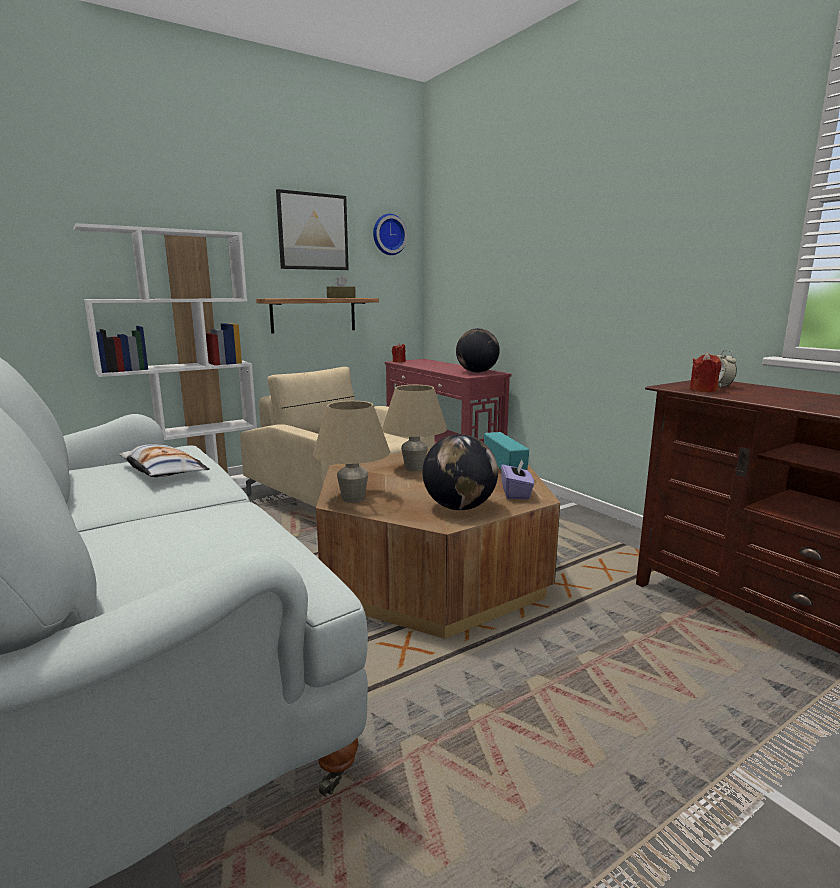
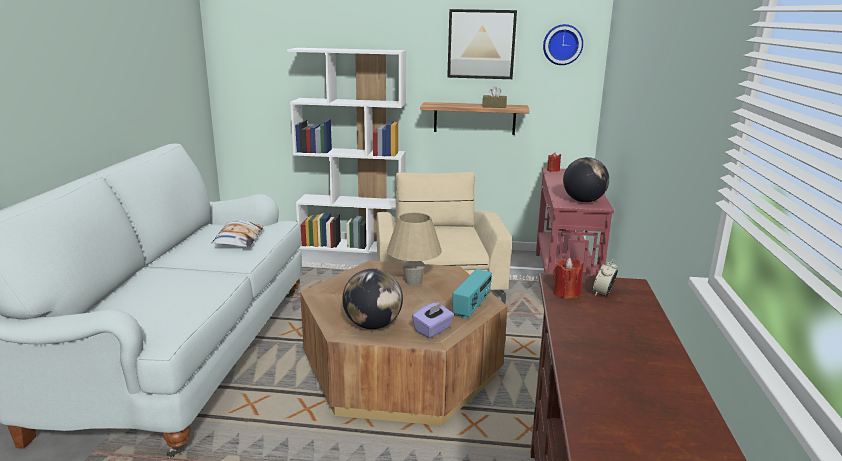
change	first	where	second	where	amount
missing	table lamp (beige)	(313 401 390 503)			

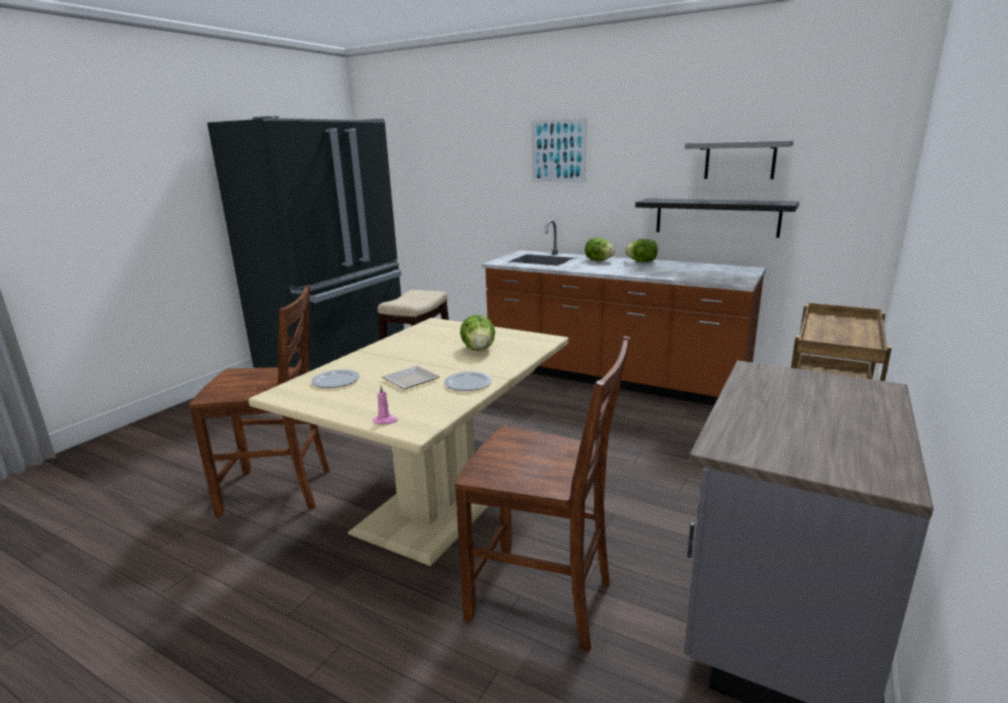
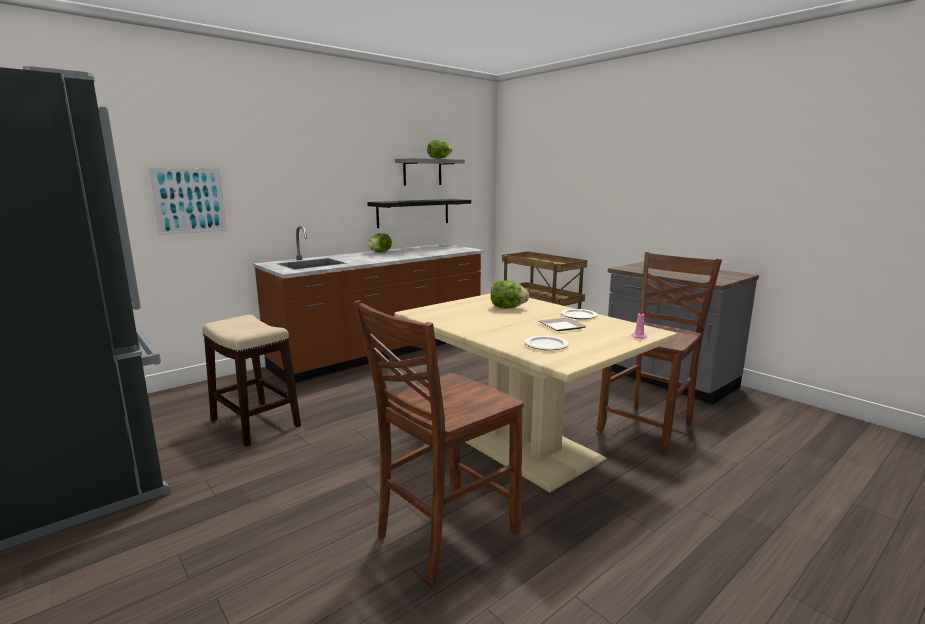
change	first	where	second	where	amount
spun	chair (brown)	(189 286 330 517)		(354 300 524 584)	150 degrees counterclockwise
relocated	picture	(531 118 587 182)		(149 168 227 235)	
relocated	lettuce	(585 238 615 261)		(427 140 452 159)	

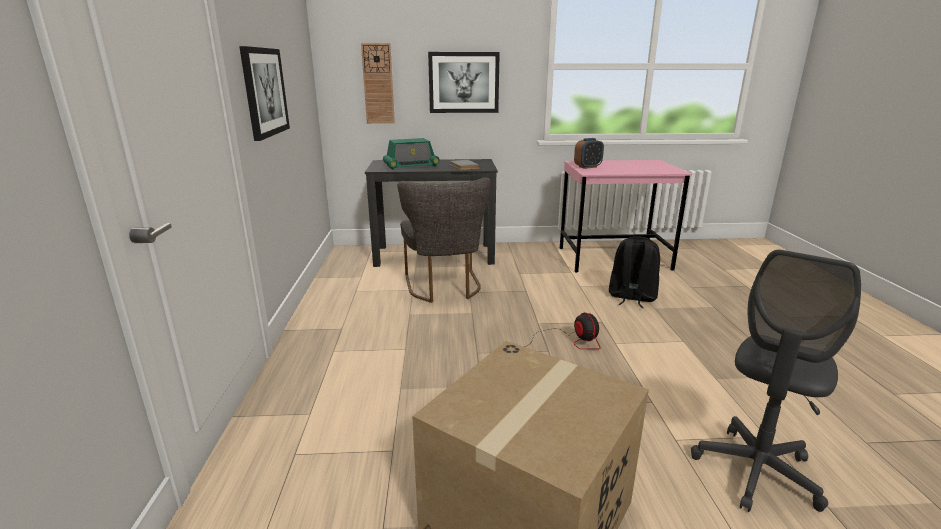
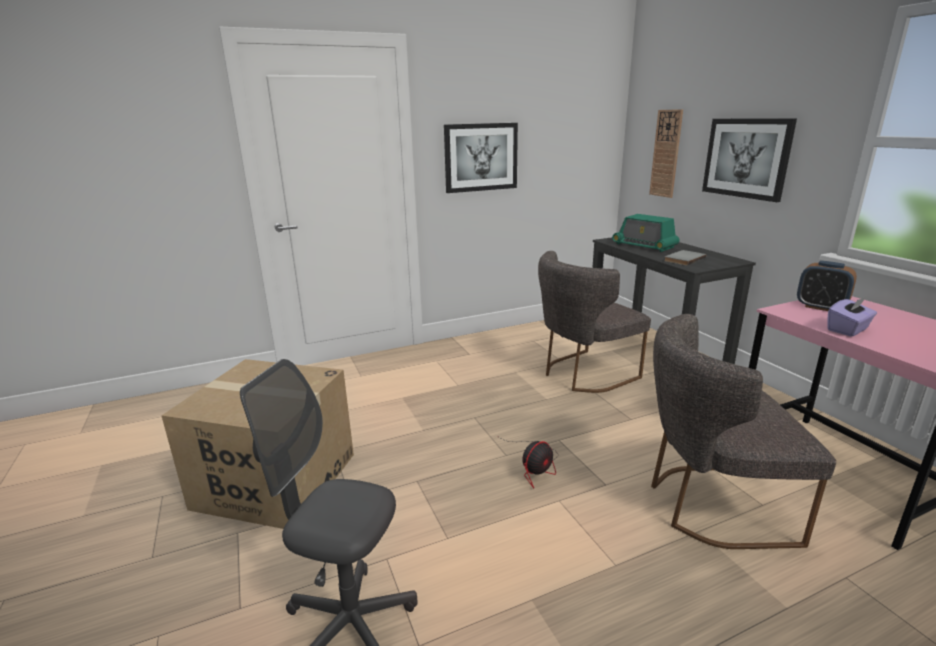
change	first	where	second	where	amount
exchanged	backpack (black)	(609 236 660 308)	chair (grey)	(651 314 836 549)	
appeared			tissue box (purple)	(827 297 877 337)	

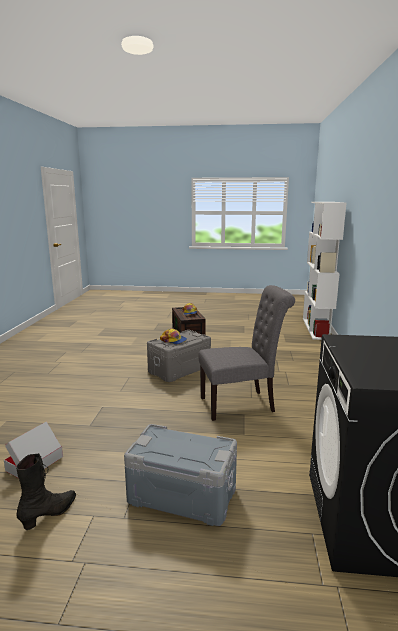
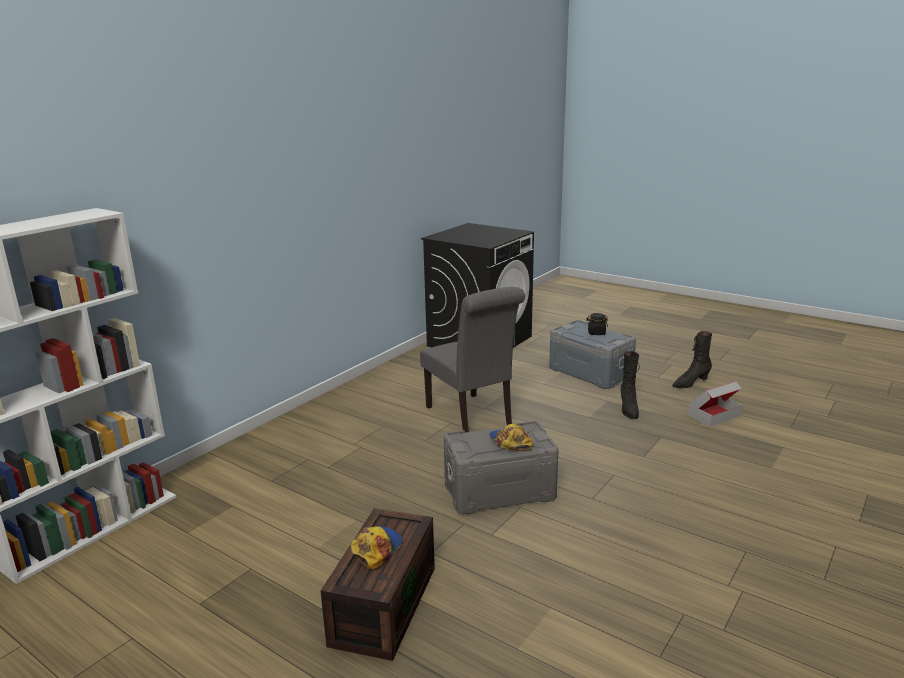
change	first	where	second	where	amount
spun	chair (grey)	(198 285 295 421)		(420 287 525 433)	135 degrees counterclockwise
appeared			jar (black)	(586 313 608 335)	
appeared			boot (black)	(621 351 640 419)	

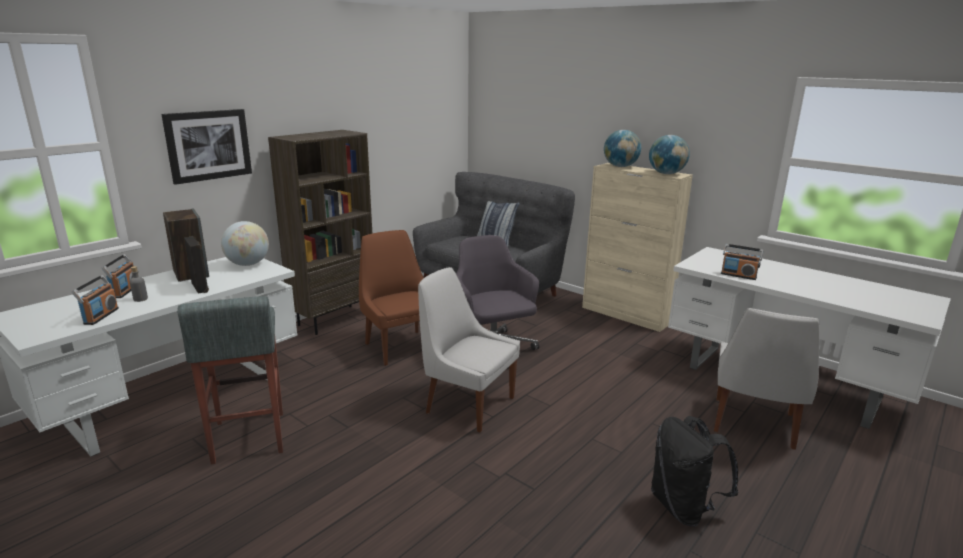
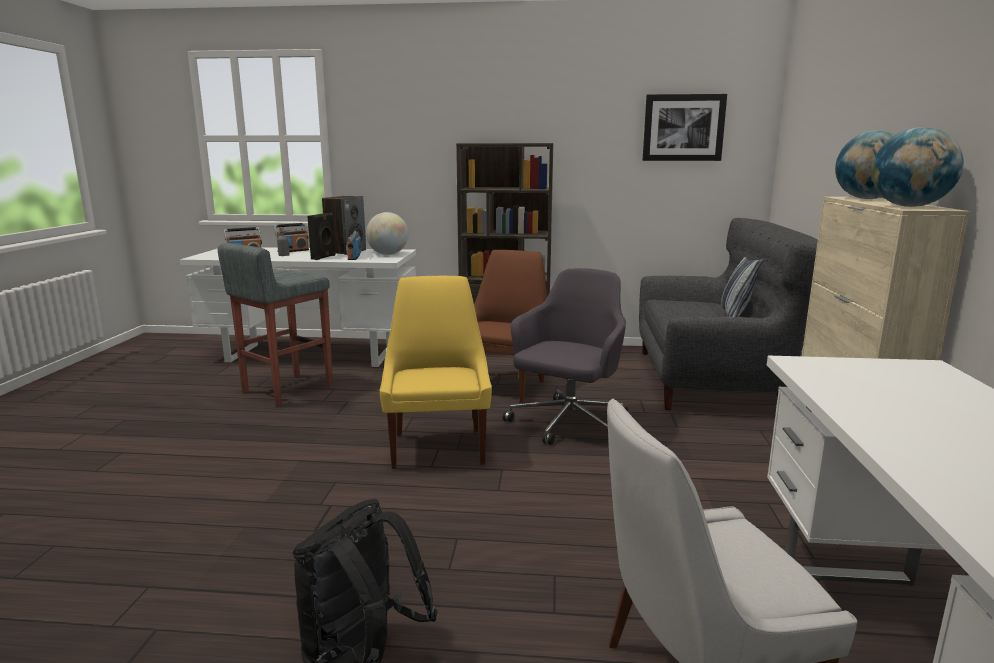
change	first	where	second	where	amount
relocated	picture	(161 109 252 185)		(643 94 727 161)	
colour	chair (white)	(418 267 520 432)	chair (yellow)	(379 276 492 469)	
relocated	radio	(721 244 763 280)		(346 227 362 260)	

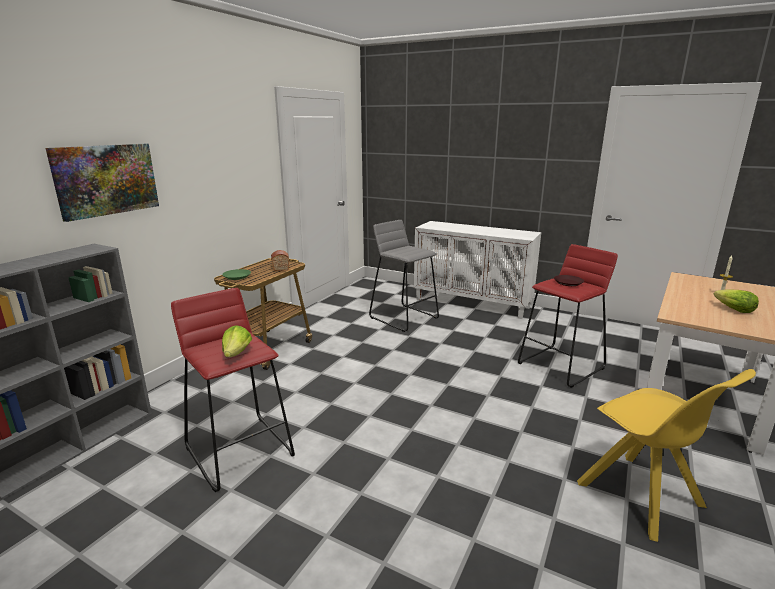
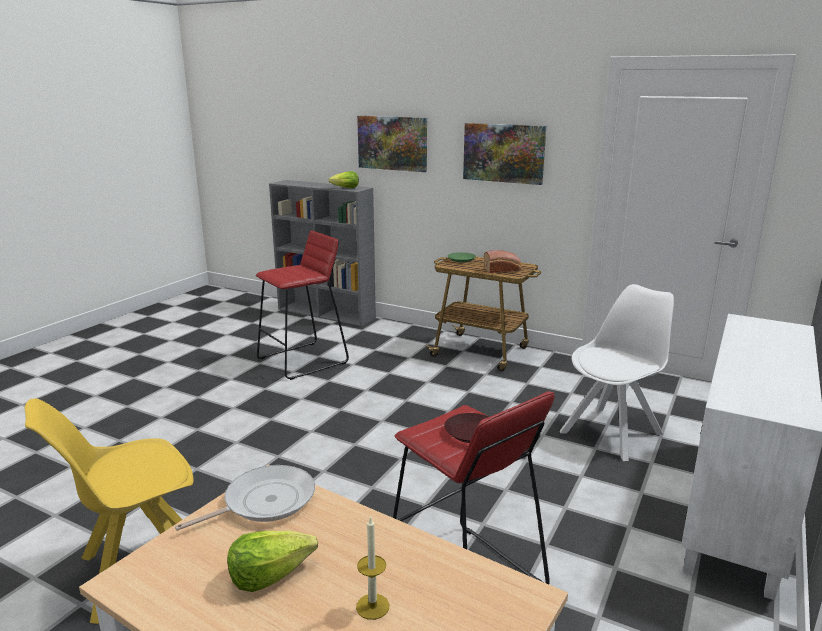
change	first	where	second	where	amount
relocated	lettuce	(222 325 252 357)		(329 171 359 188)	
exchanged	stool (grey)	(369 220 439 332)	chair (white)	(560 284 674 461)	
appeared			frying pan	(175 465 315 531)	
appeared			picture	(463 123 546 185)	

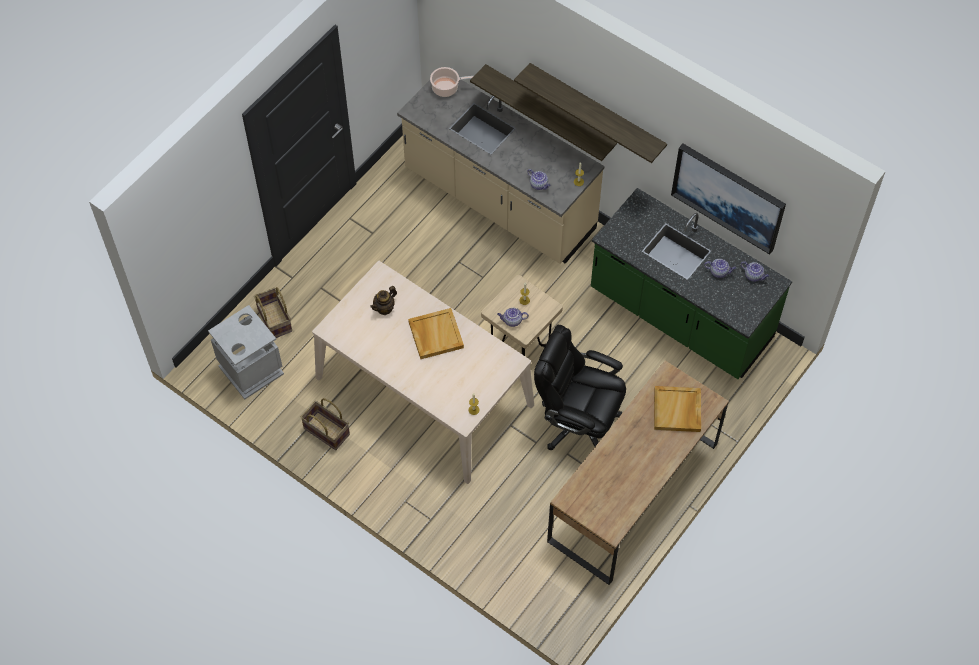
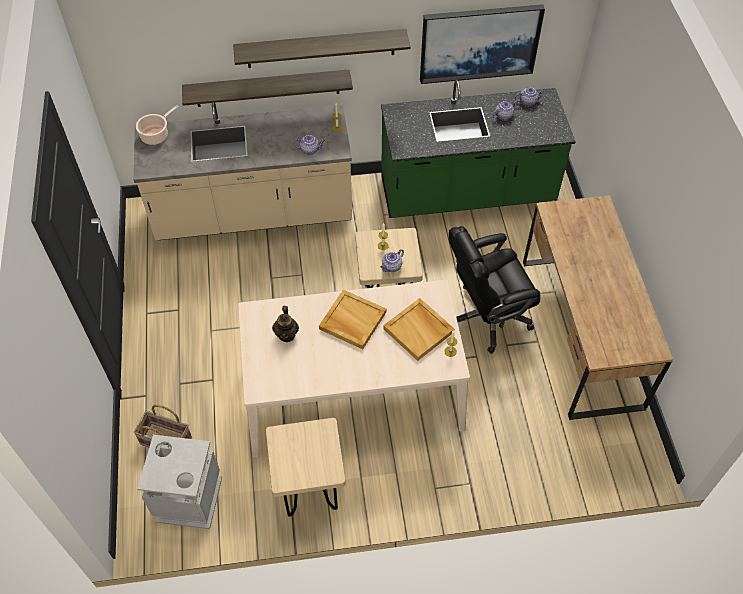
change	first	where	second	where	amount
exchanged	basket	(301 398 350 450)	stool (beige)	(266 418 345 517)	
relocated	tray (beige)	(654 386 701 432)		(383 298 454 361)	

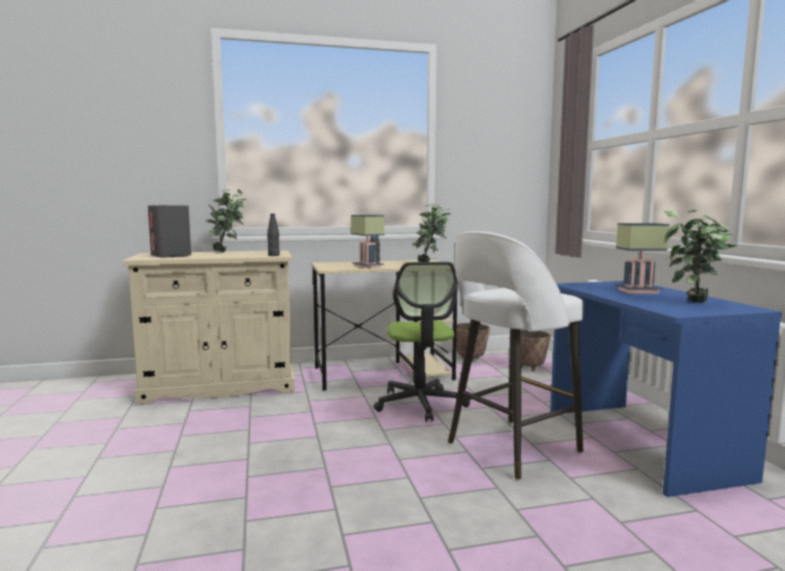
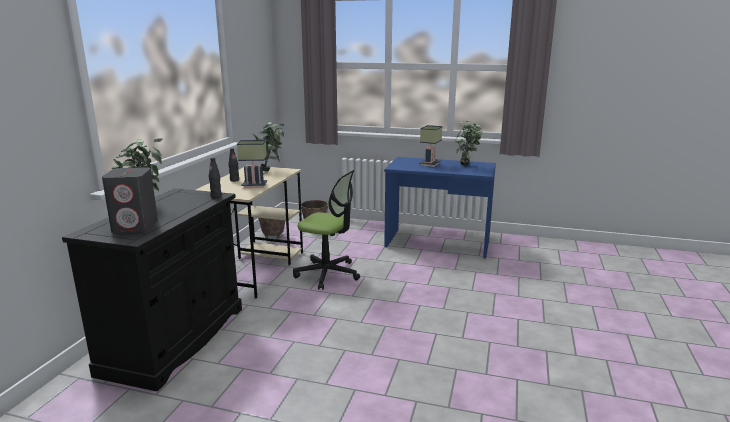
change	first	where	second	where	amount
colour	cabinet (beige)	(123 250 295 405)	cabinet (black)	(62 188 242 391)	
missing	stool (white)	(448 231 584 480)			

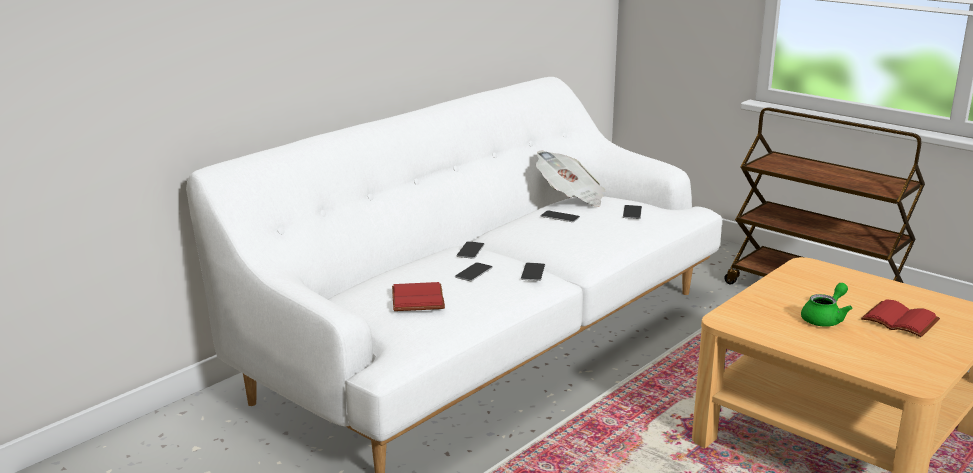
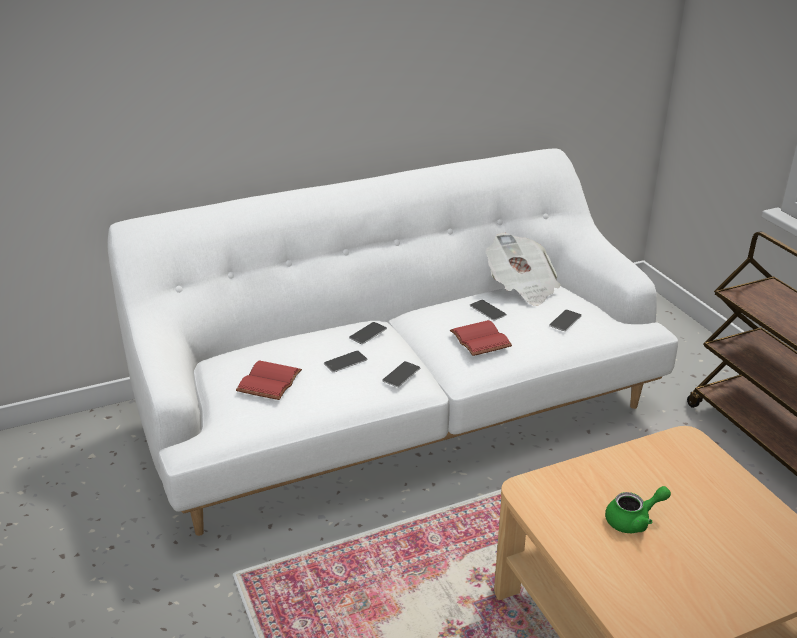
change	first	where	second	where	amount
relocated	book (red)	(861 299 940 337)		(450 320 512 356)	

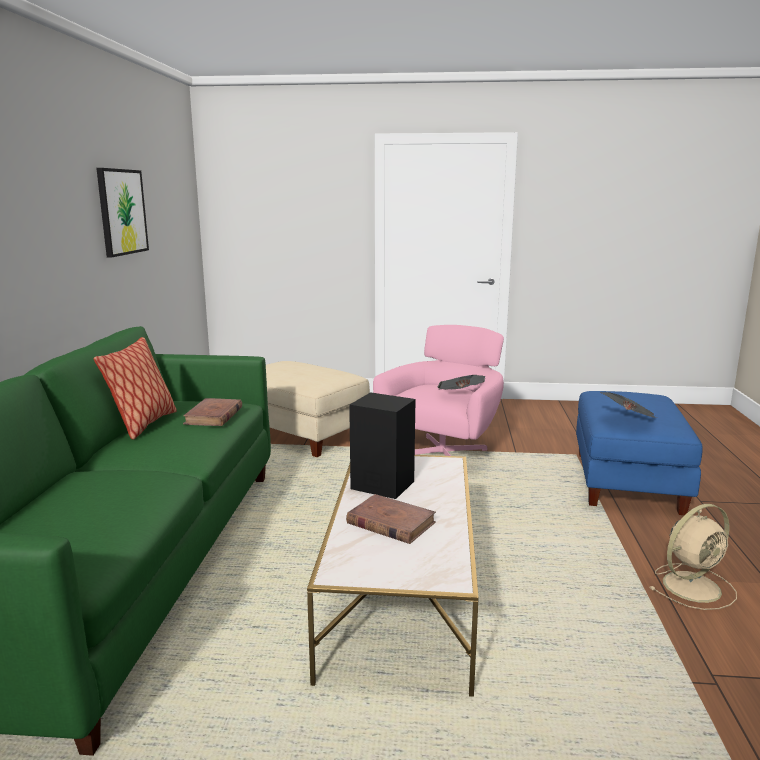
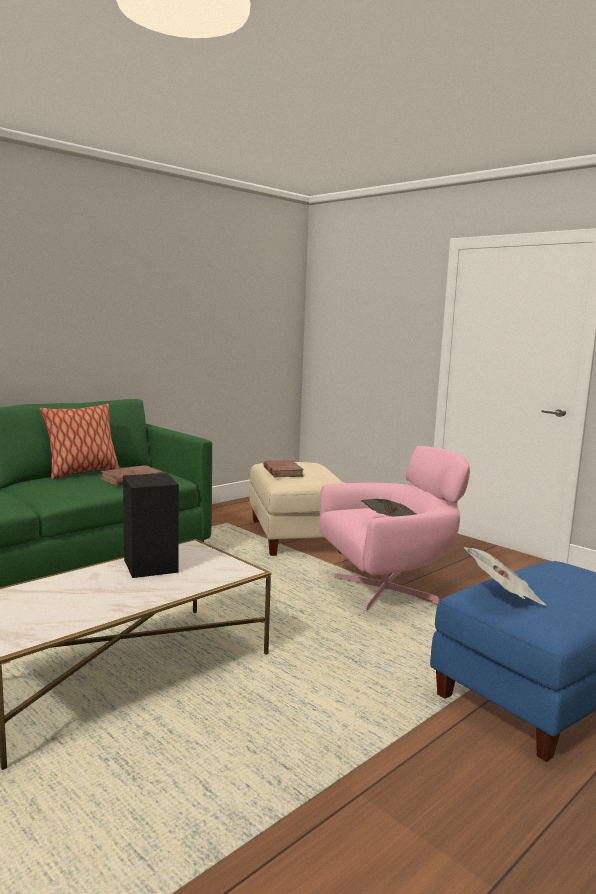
change	first	where	second	where	amount
missing	picture	(96 168 149 258)			
relocated	book (brown)	(346 494 436 544)		(264 460 304 477)	
missing	fan (beige)	(650 504 737 610)			

